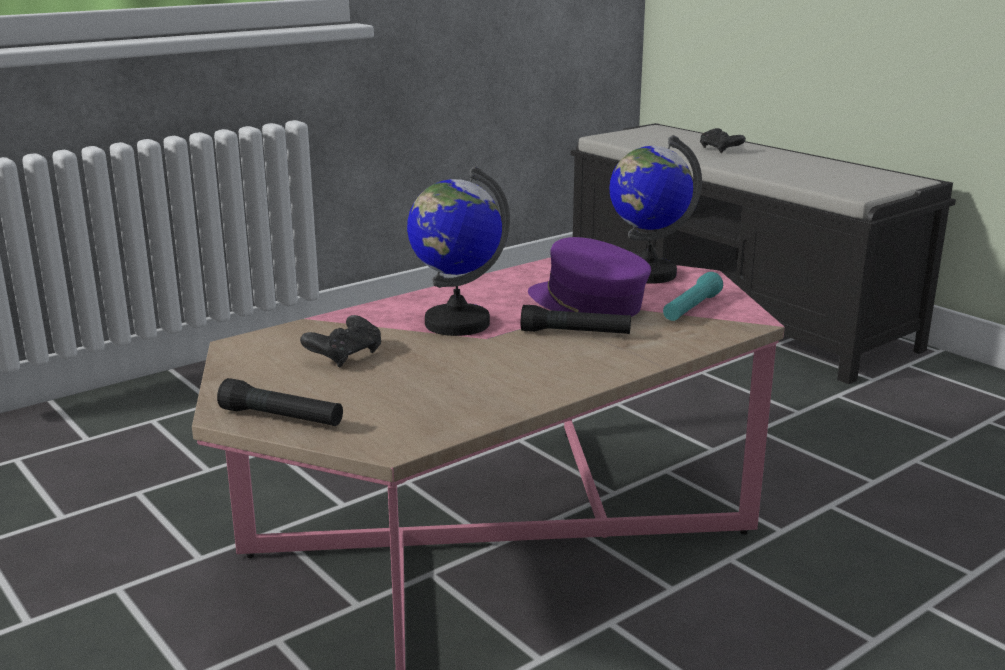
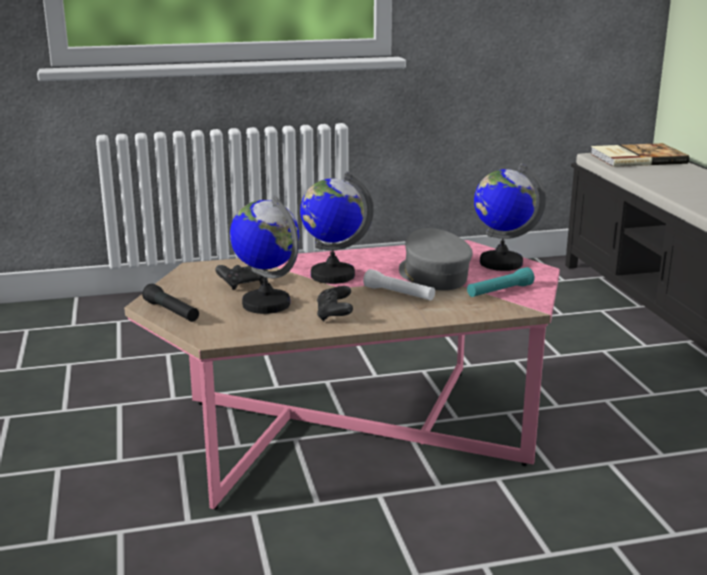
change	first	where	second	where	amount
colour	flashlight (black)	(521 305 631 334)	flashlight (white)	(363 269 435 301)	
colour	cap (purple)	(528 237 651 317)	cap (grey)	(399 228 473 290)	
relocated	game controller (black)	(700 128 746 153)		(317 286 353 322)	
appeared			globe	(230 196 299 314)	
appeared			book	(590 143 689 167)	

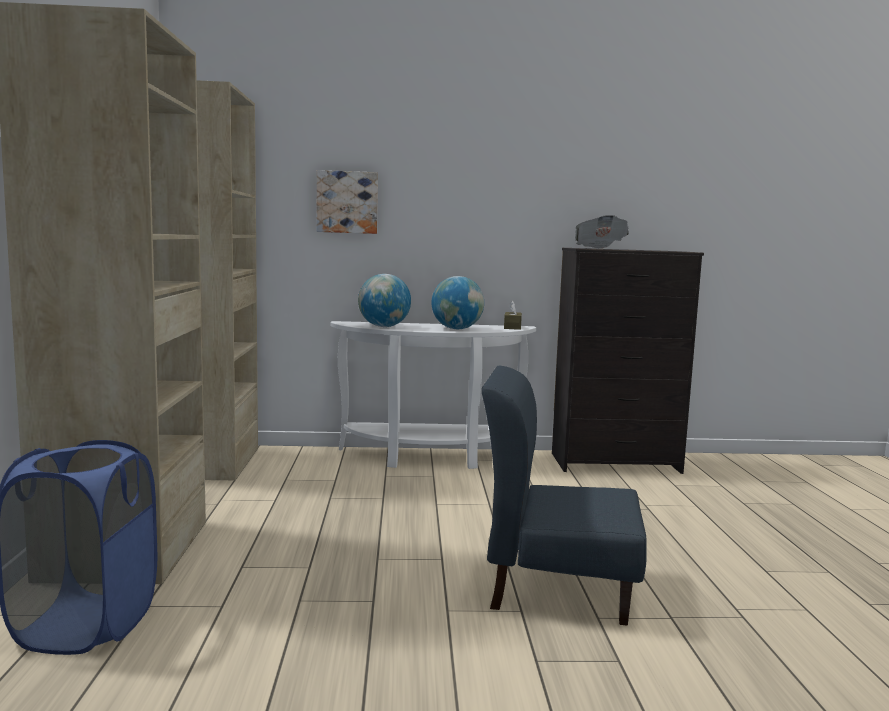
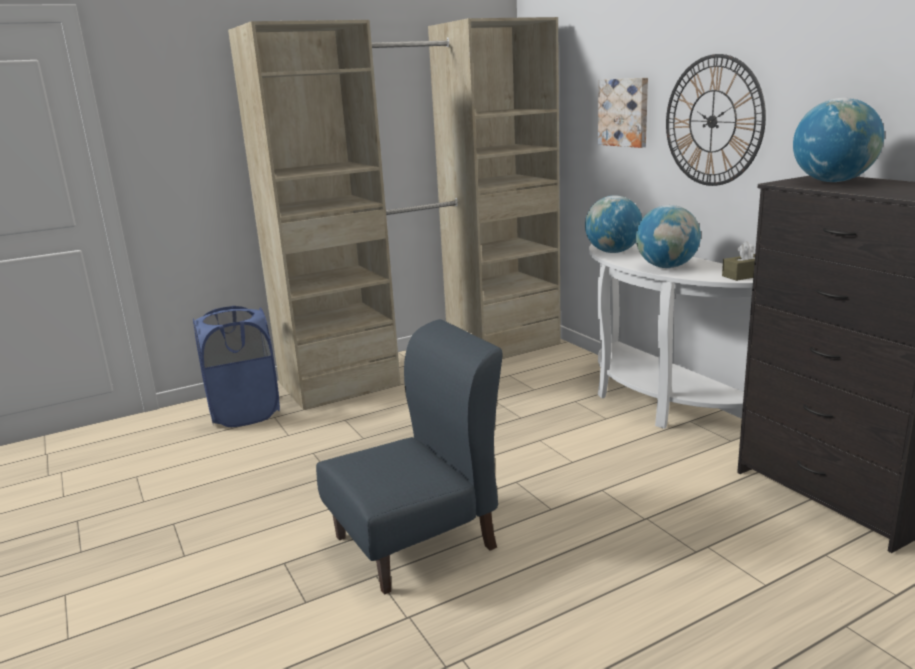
change	first	where	second	where	amount
spun	chair (blue)	(482 365 647 626)		(316 319 503 595)	75 degrees clockwise
exchanged	newspaper	(575 215 629 248)	globe	(793 98 884 182)	
appeared			wall clock	(666 54 766 186)	

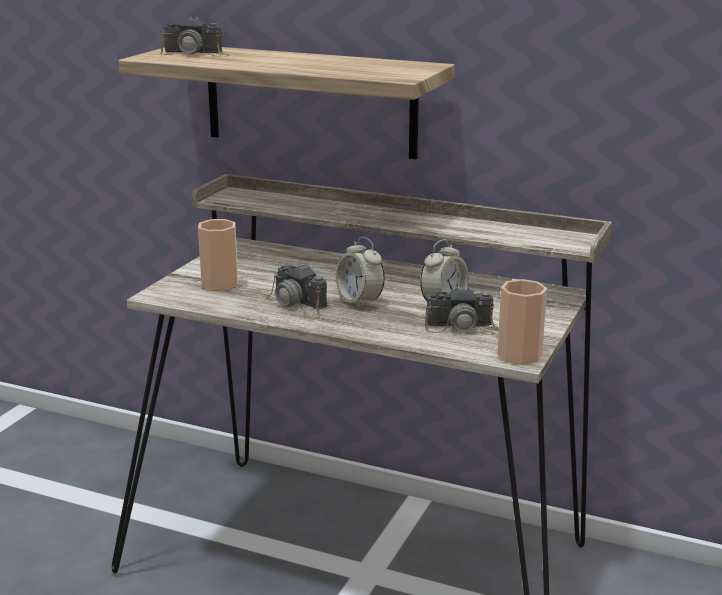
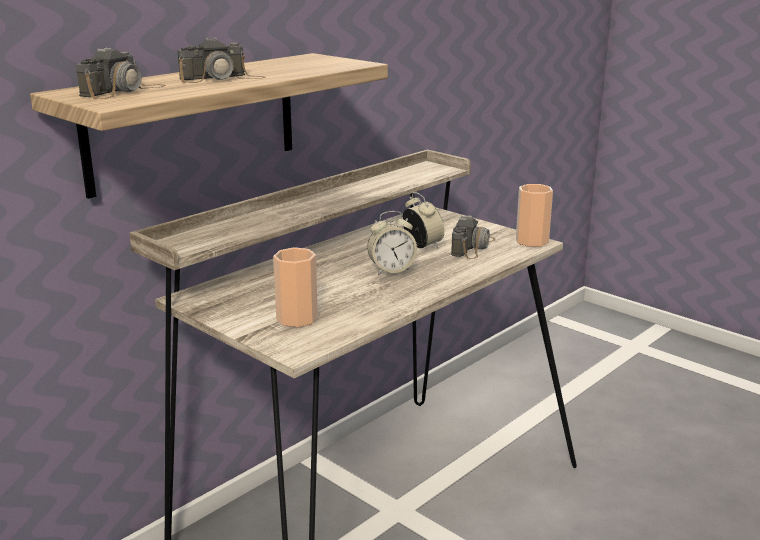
change	first	where	second	where	amount
relocated	photo camera	(266 264 327 319)		(177 38 266 83)	

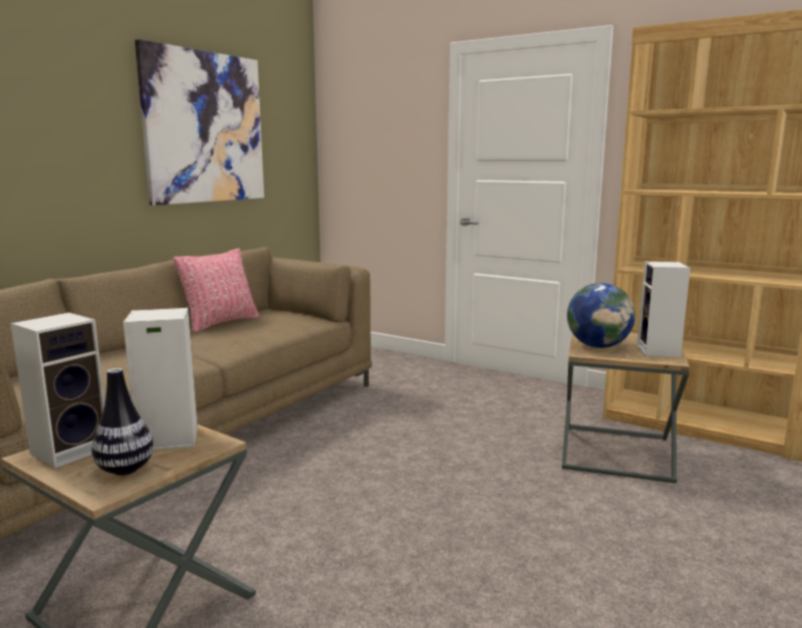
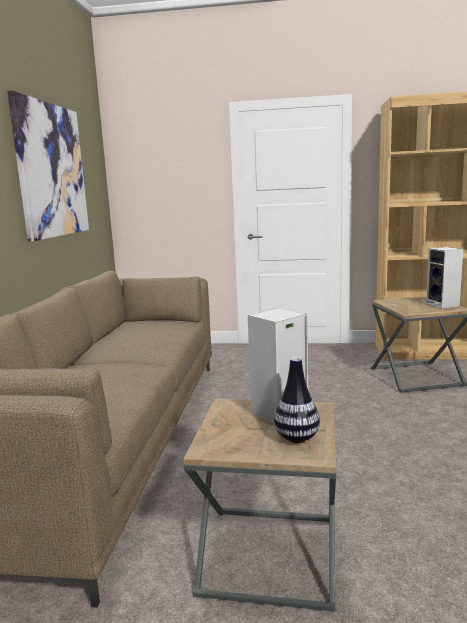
change	first	where	second	where	amount
missing	speaker	(11 312 105 468)			
missing	pillow (pink)	(173 248 259 333)			
missing	globe	(567 283 635 348)			

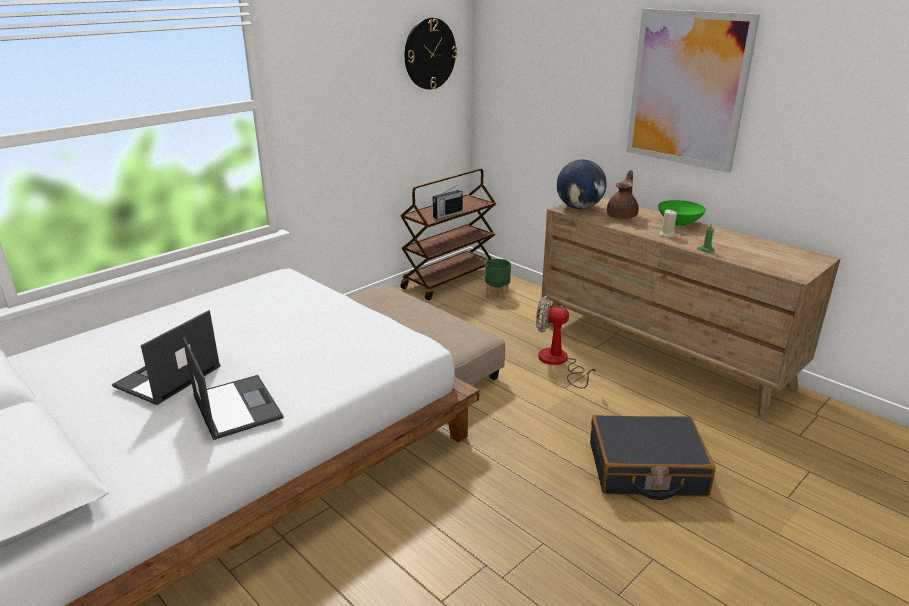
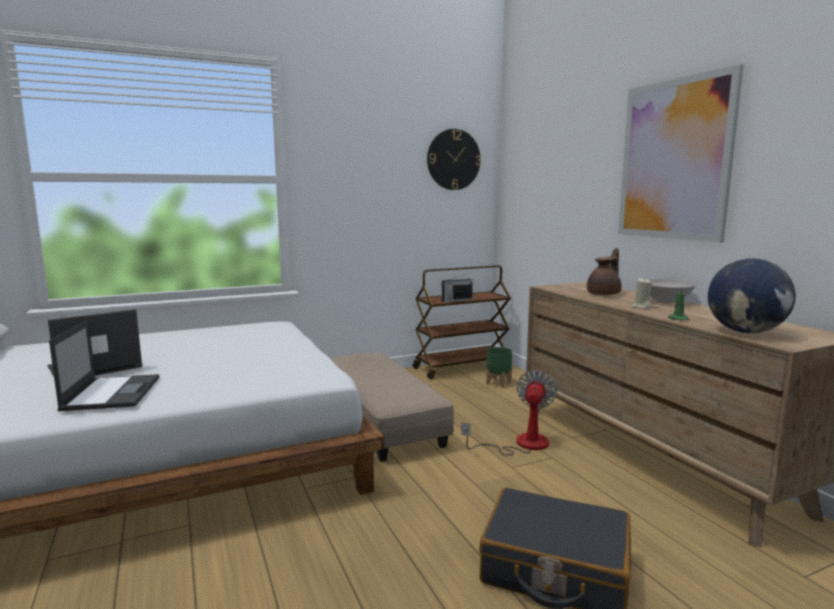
change	first	where	second	where	amount
spun	fan	(536 296 596 389)		(461 370 557 455)	75 degrees clockwise
relocated	globe	(557 159 607 209)		(708 258 796 333)	
colour	bowl (green)	(658 200 706 226)	bowl (white)	(647 279 696 304)	

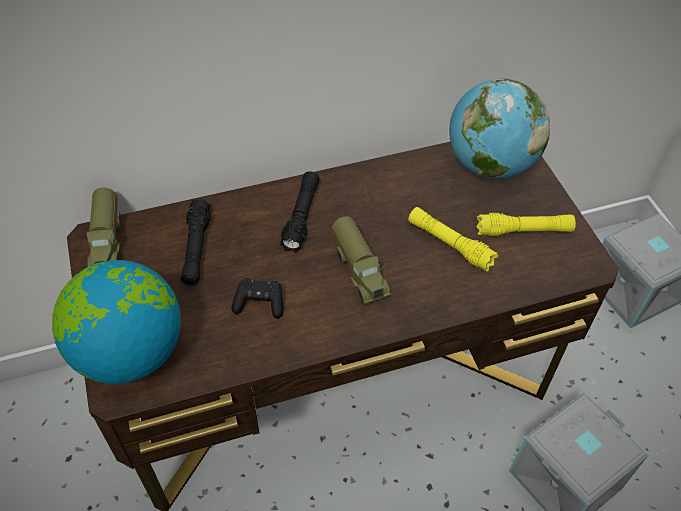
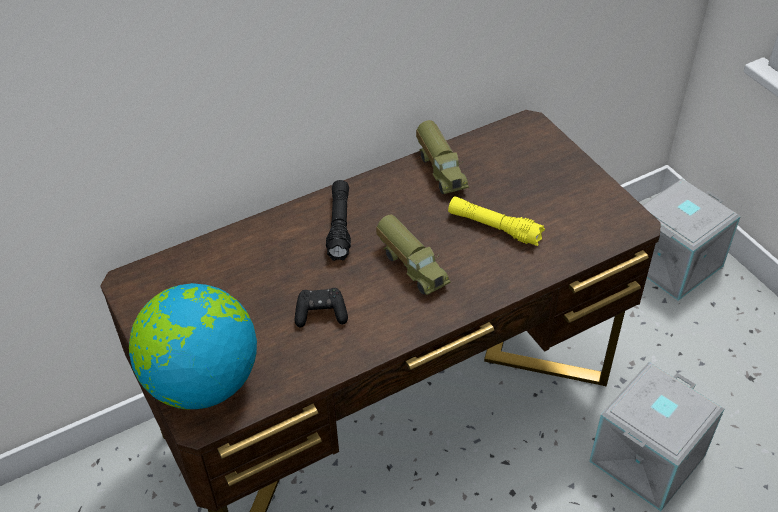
change	first	where	second	where	amount
relocated	toy truck	(87 187 122 267)		(416 120 469 194)	
missing	flashlight (black)	(181 199 211 286)			
missing	globe	(449 78 550 179)			
missing	flashlight (yellow)	(476 213 576 236)			

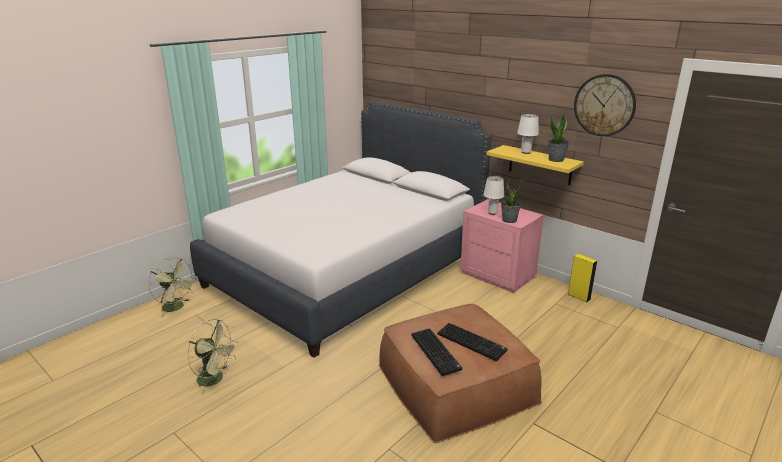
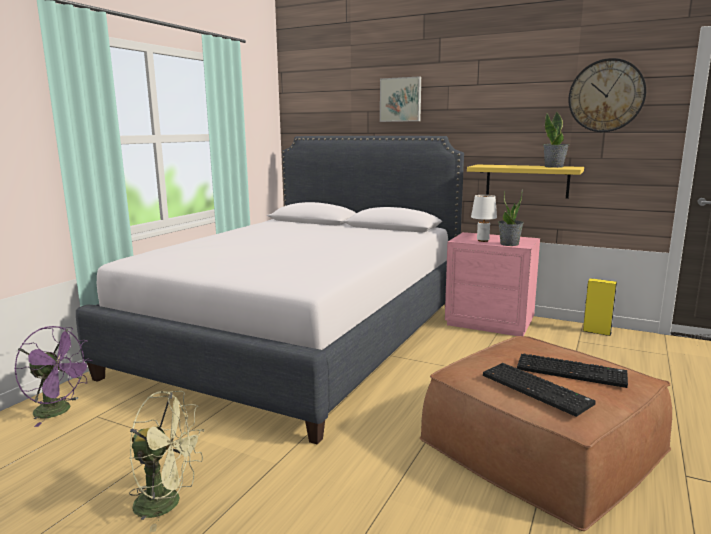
change	first	where	second	where	amount
colour	fan (green)	(148 257 197 317)	fan (purple)	(14 326 93 427)	
missing	table lamp (white)	(517 114 539 154)			
appeared			picture	(380 76 421 122)	

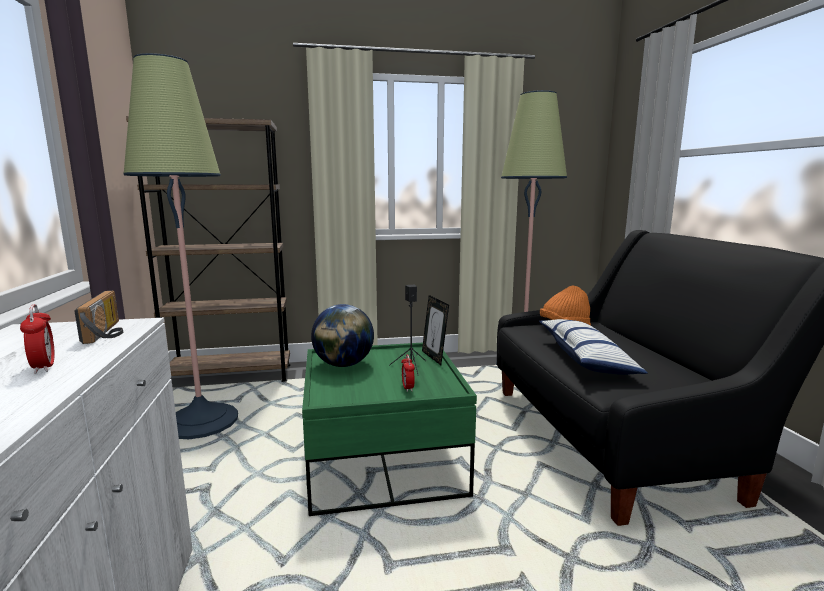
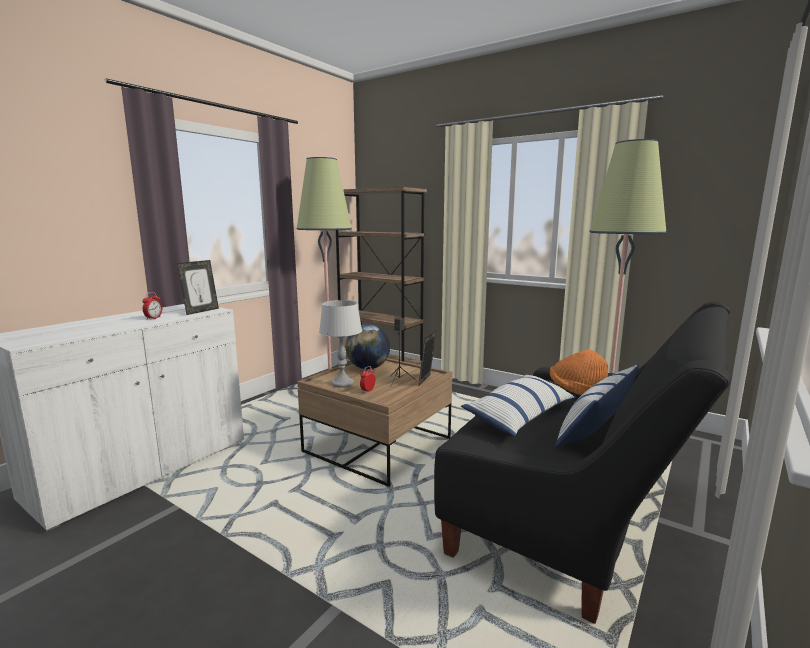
change	first	where	second	where	amount
exchanged	radio	(74 291 123 344)	picture frame	(177 260 219 315)	
colour	coffee table (green)	(302 343 477 516)	coffee table (brown)	(297 358 452 487)	
appeared			table lamp (grey)	(319 300 362 388)	
appeared			pillow	(554 364 639 448)	

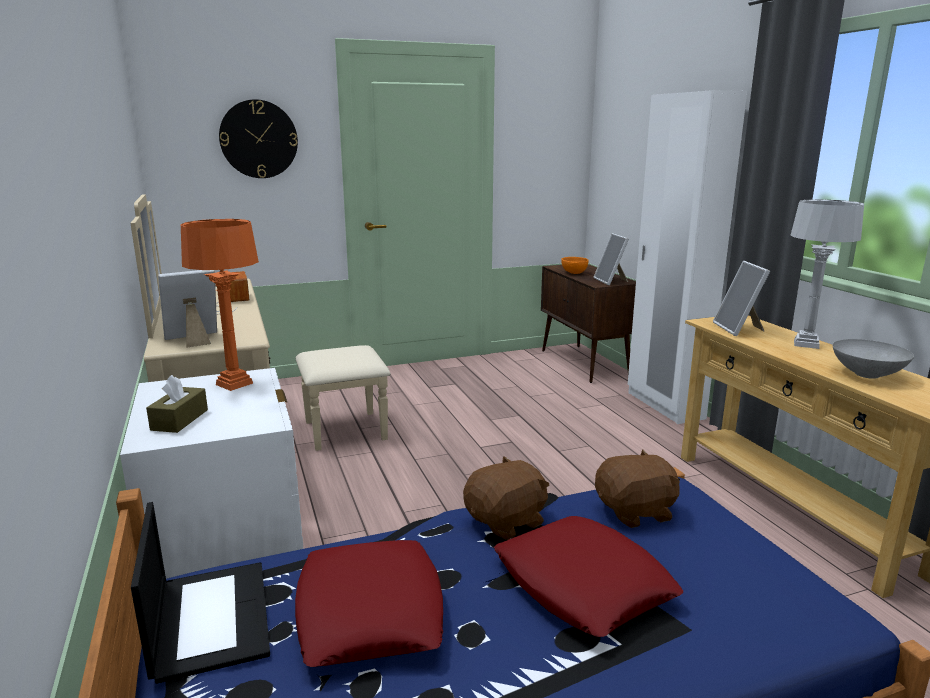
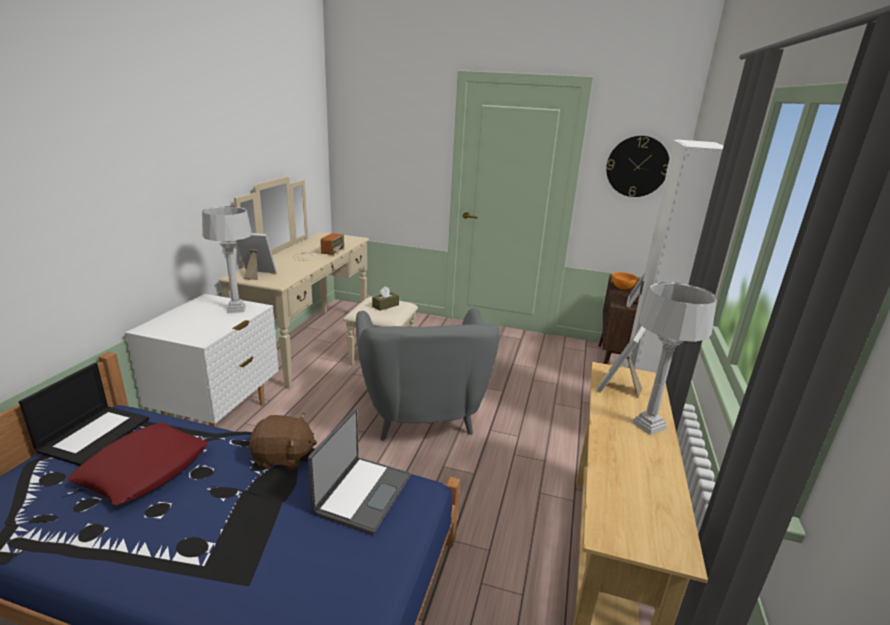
change	first	where	second	where	amount
relocated	tissue box (brown)	(146 375 208 433)		(372 286 399 311)	
colour	table lamp (orange)	(181 219 259 391)	table lamp (grey)	(202 206 252 313)	
relocated	wall clock	(219 99 298 178)		(606 136 669 197)	
missing	pillow (red)	(494 516 683 637)			
exchanged	plush toy (brown)	(595 450 680 528)	laptop	(308 409 411 535)	
missing	bowl (grey)	(832 339 914 379)			
appeared			armchair (grey)	(356 308 500 441)	

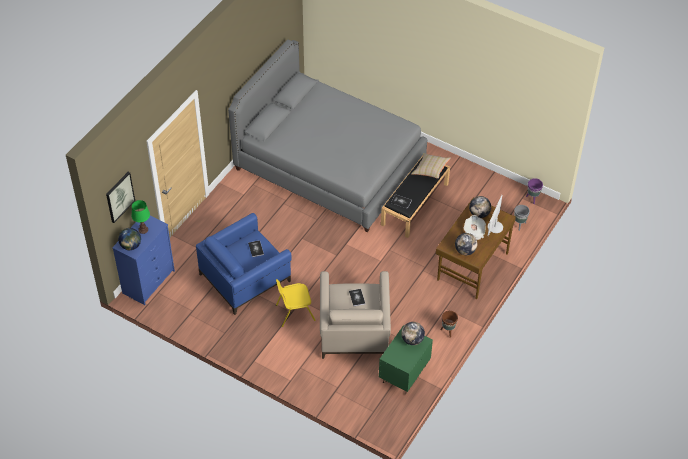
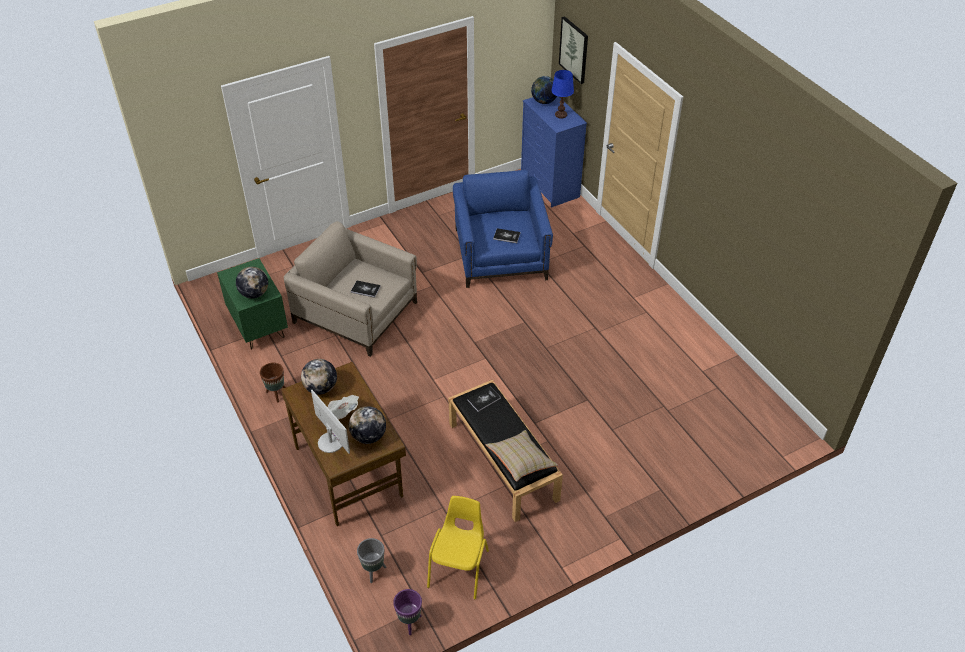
change	first	where	second	where	amount
colour	table lamp (green)	(132 200 150 234)	table lamp (blue)	(551 70 574 119)	
missing	bed (grey)	(228 40 427 232)			
relocated	chair (yellow)	(276 279 316 327)		(427 496 489 600)	

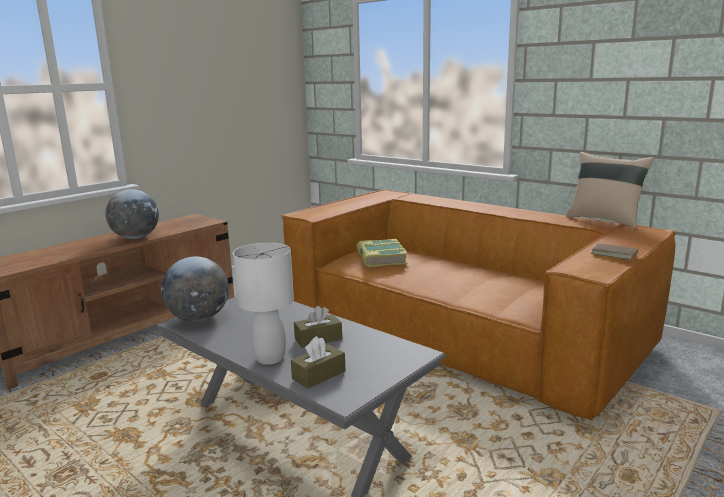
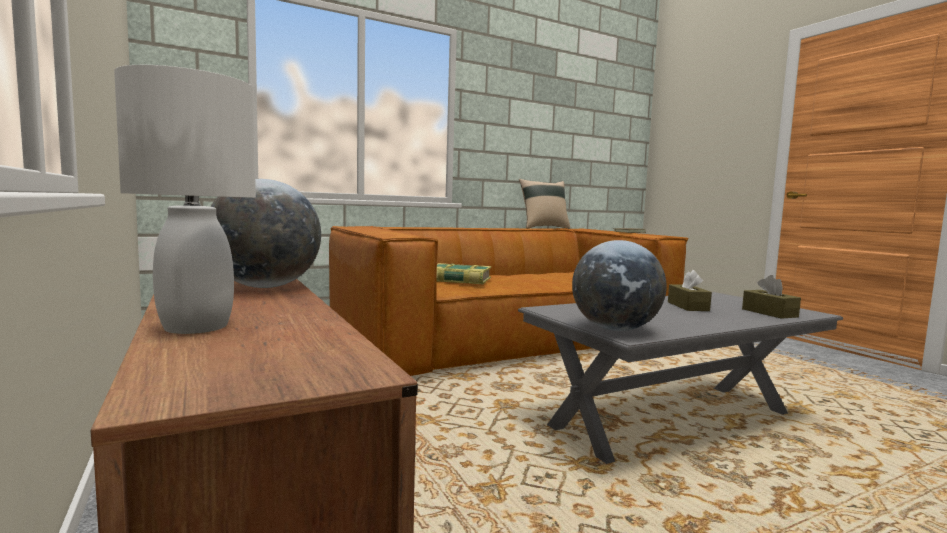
change	first	where	second	where	amount
relocated	table lamp (white)	(233 243 294 365)		(114 65 256 334)	

